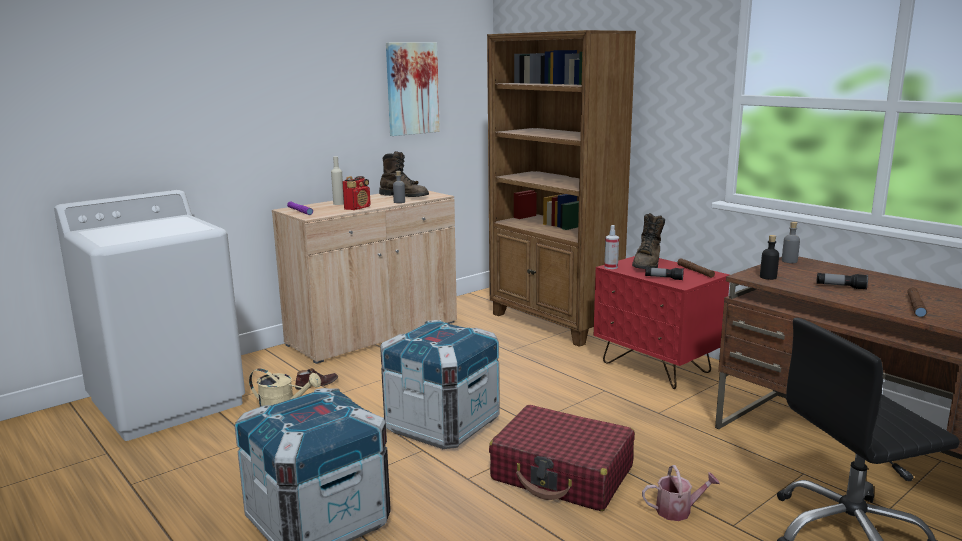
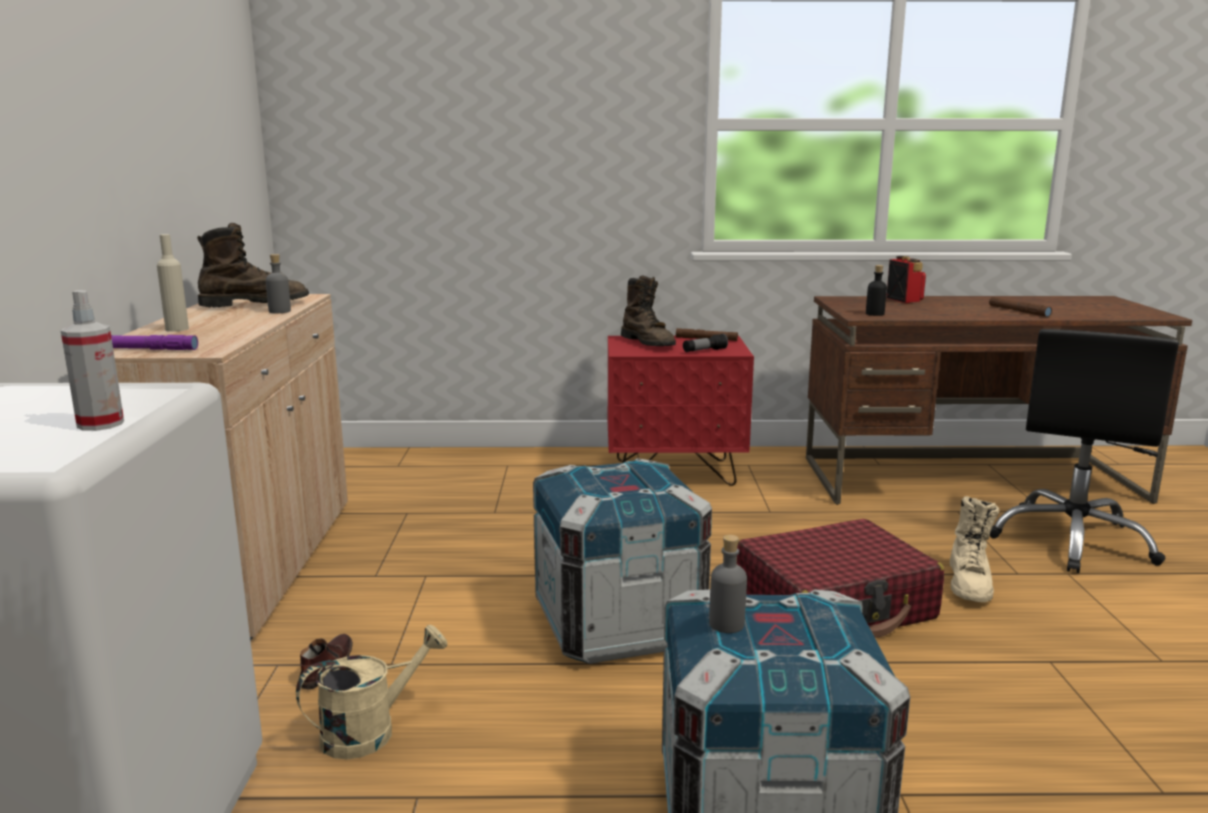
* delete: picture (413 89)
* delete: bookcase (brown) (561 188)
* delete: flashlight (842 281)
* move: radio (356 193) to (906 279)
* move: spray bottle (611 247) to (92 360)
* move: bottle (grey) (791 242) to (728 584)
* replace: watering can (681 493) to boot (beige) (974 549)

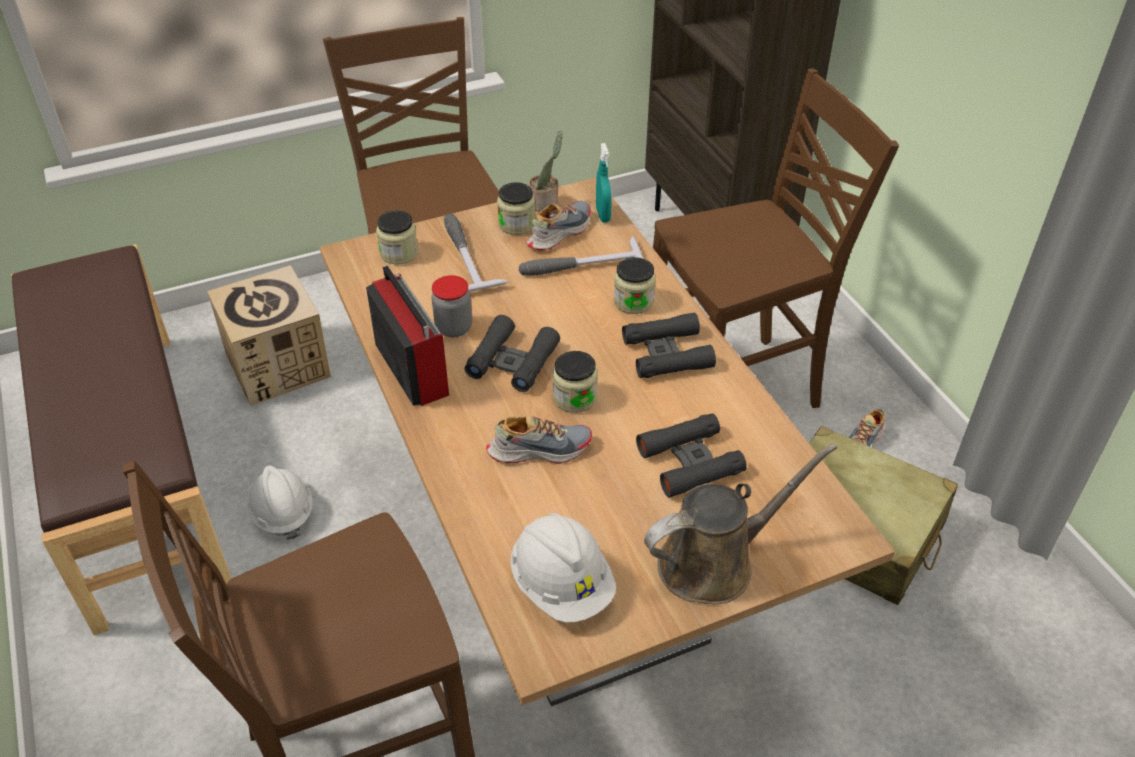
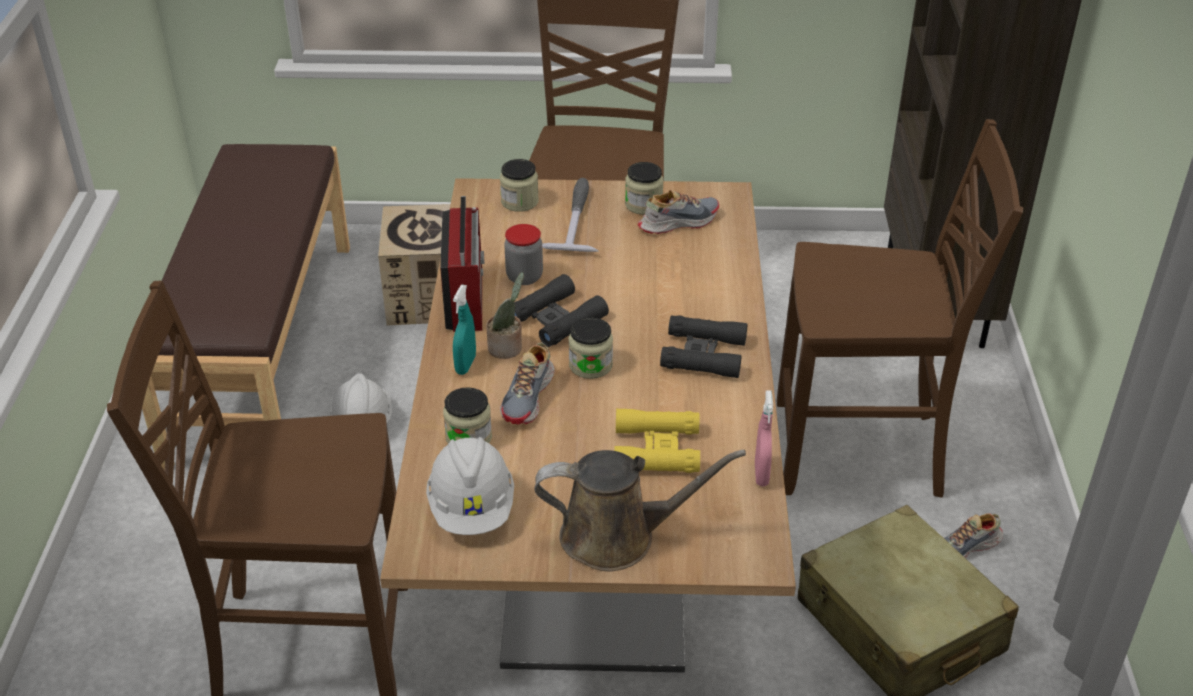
* delete: hammer (581 255)
* insert: spray bottle (pink) (764 438)
* move: potted plant (545 171) to (505 315)
* move: spray bottle (turquoise) (604 182) to (464 330)
* move: jar (634 285) to (467 415)
* recolor: binoculars (black) (691 455) to binoculars (yellow) (657 441)
* rotate: shoe (539 440) = (527 384) 90 degrees clockwise

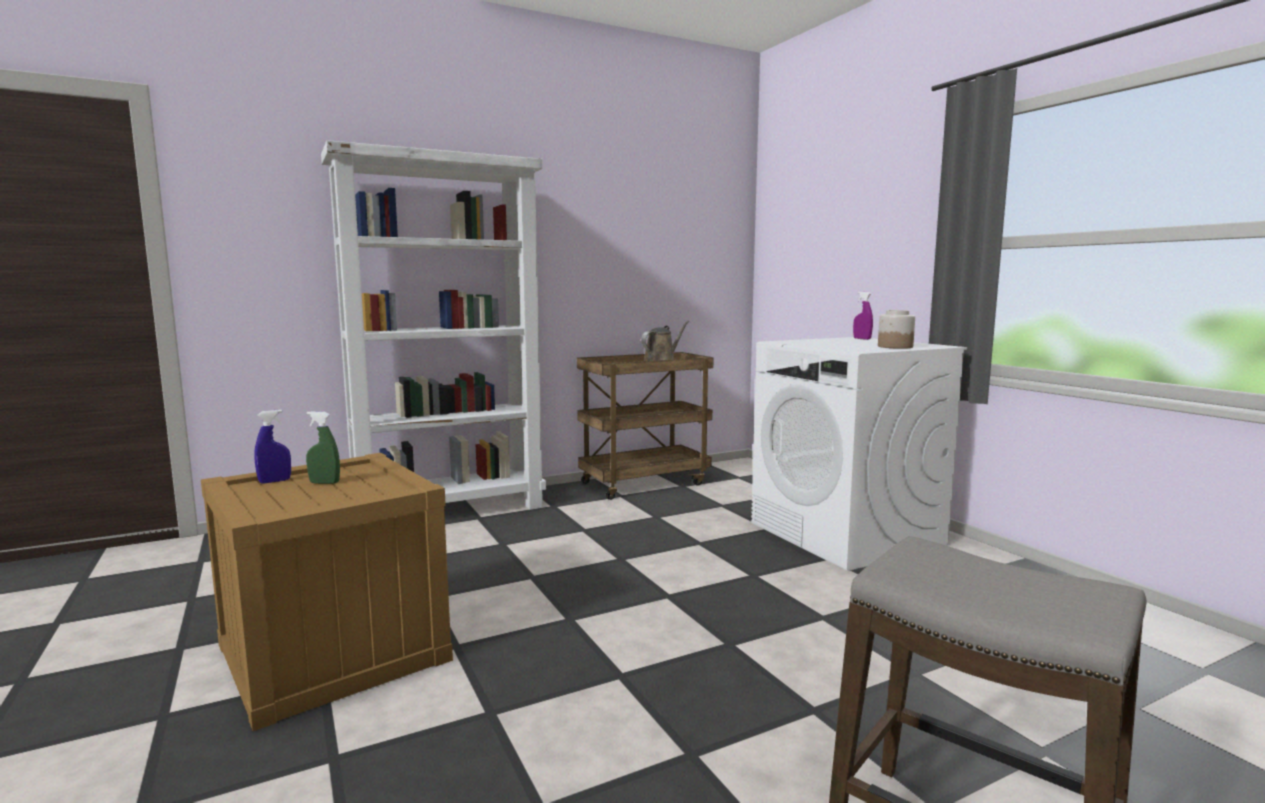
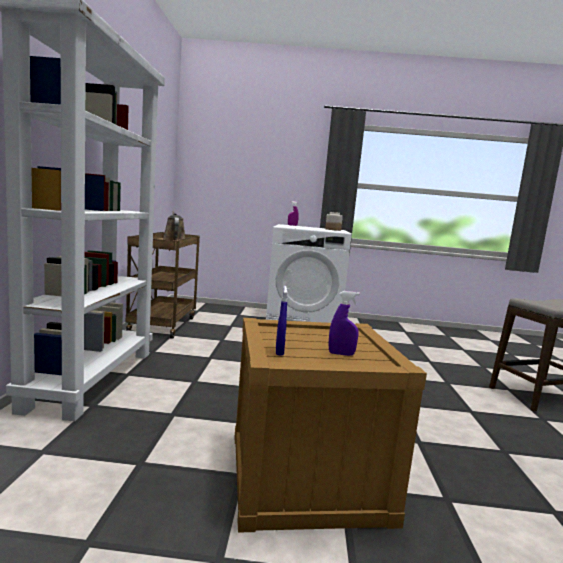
* delete: spray bottle (green) (323 447)
* insert: spray bottle (purple) (344 323)

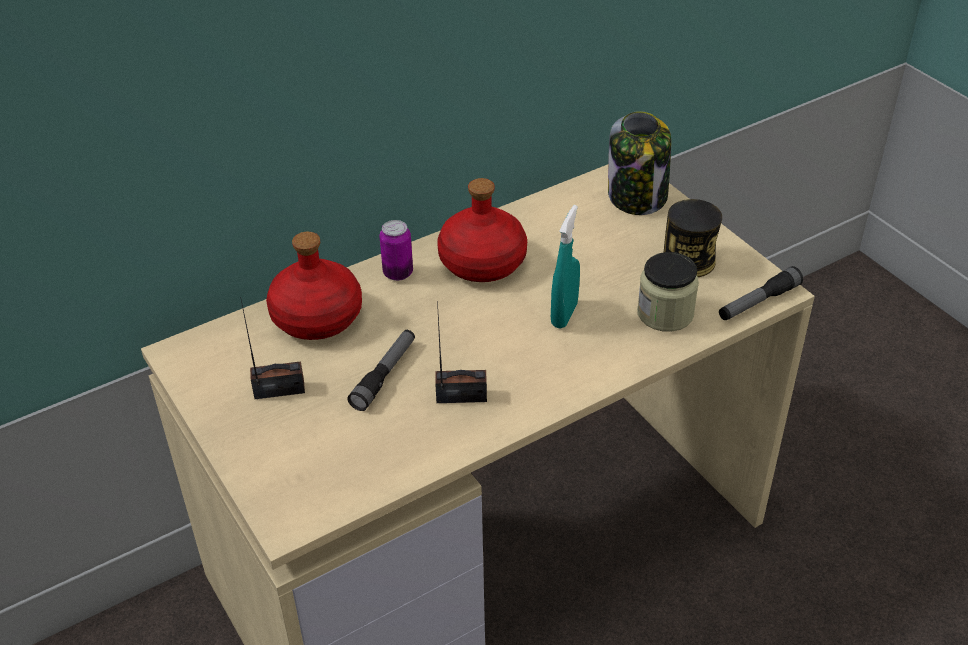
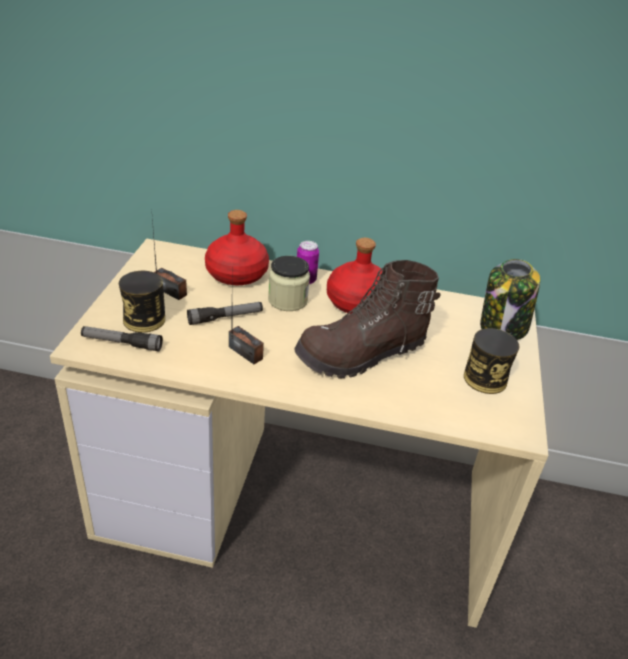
* insert: can (142 302)
* move: jar (668 292) to (289 283)
* move: flashlight (761 293) to (122 338)
* replace: spray bottle (turquoise) (565 267) to boot (brown) (367 319)

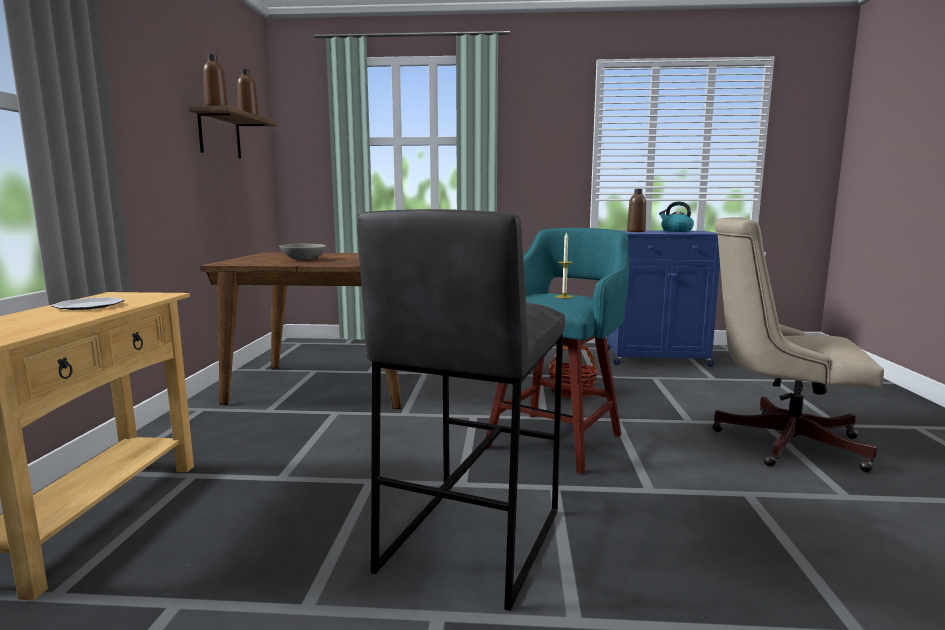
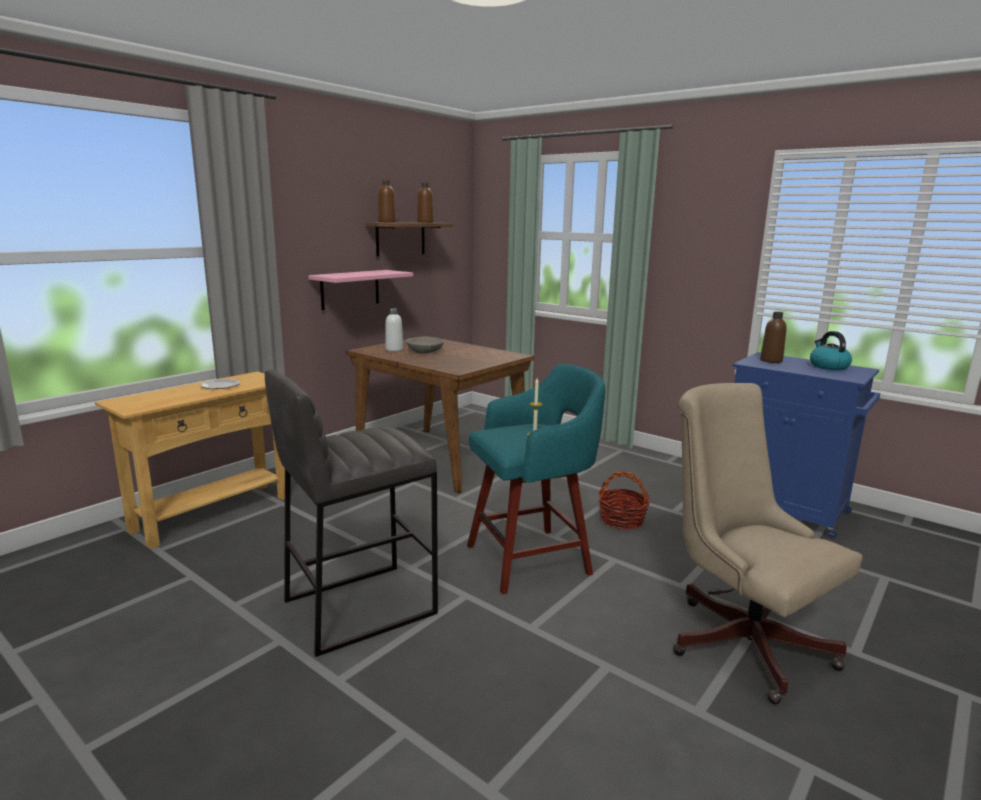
* insert: shelf (pink) (360 290)
* insert: bottle (white) (394 329)

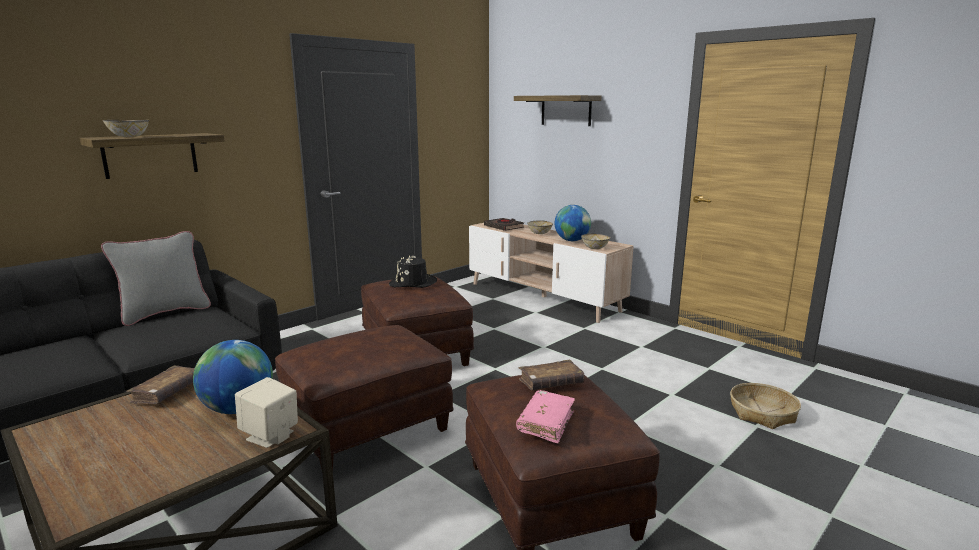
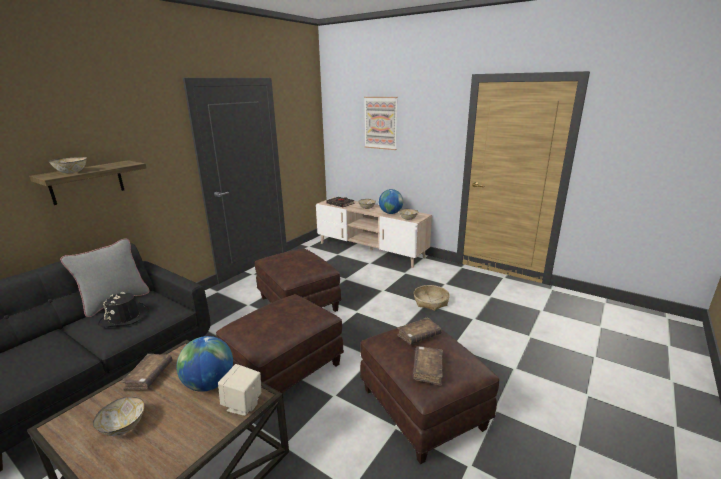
* insert: bowl (119 416)
* move: hat (black) (413 271) to (123 309)
* move: basket (765 406) to (431 298)
* replace: shelf (557 110) to picture (381 123)
* recolor: book (pink) (545 416) to book (brown) (428 366)

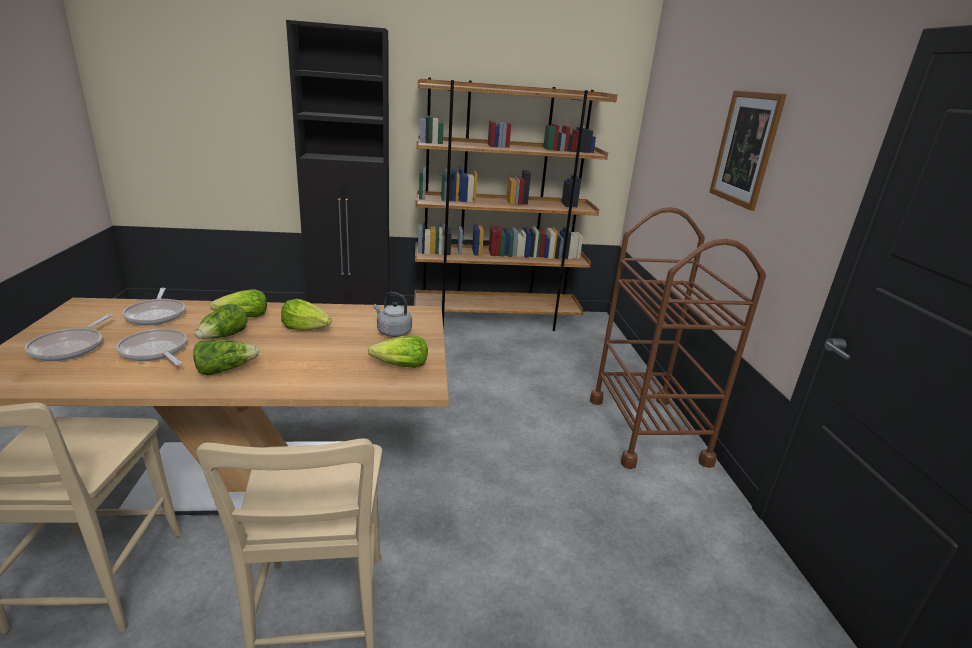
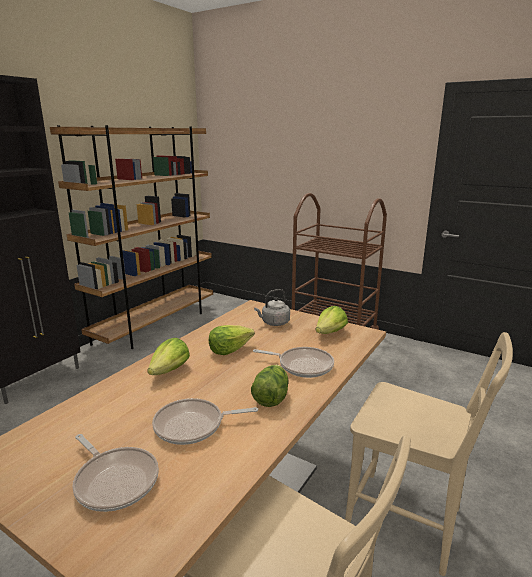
* delete: lettuce (221 321)
* delete: picture (748 150)
* move: frying pan (153 306) to (293 362)

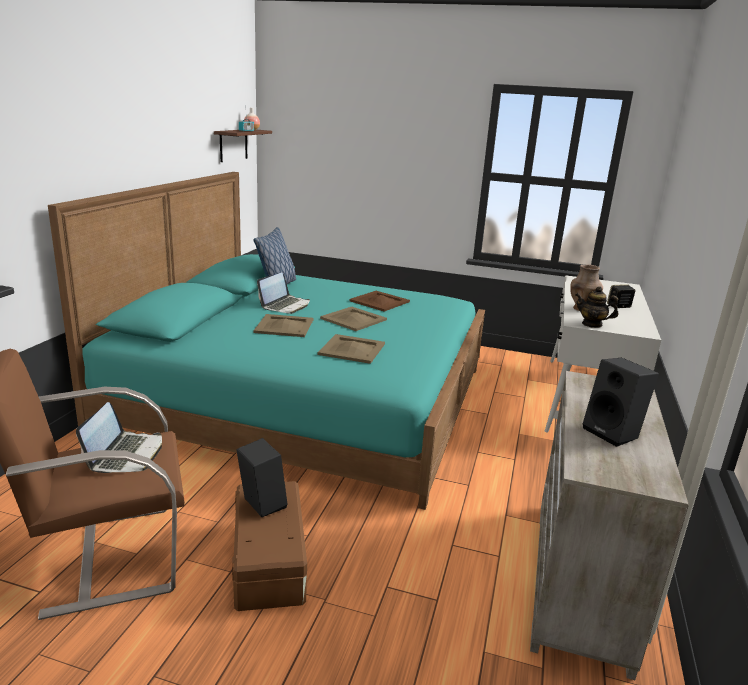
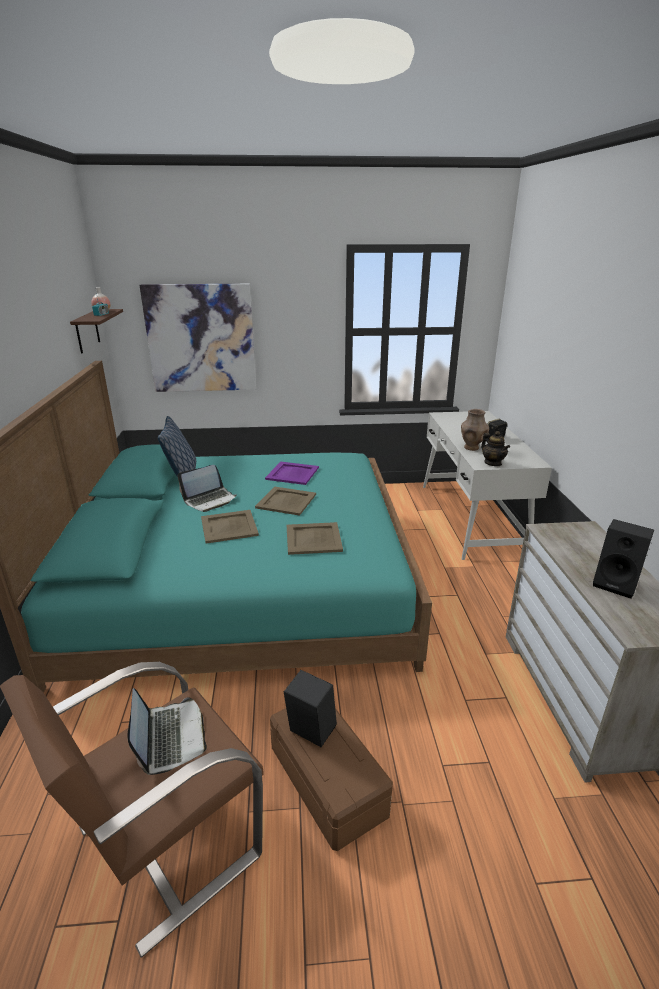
* insert: picture (197 338)
* recolor: tray (brown) (379 301) to tray (purple) (292 473)
* rotate: laptop (283 293) = (207 488) 45 degrees clockwise
* rotate: teapot (597 307) = (495 448) 120 degrees counterclockwise

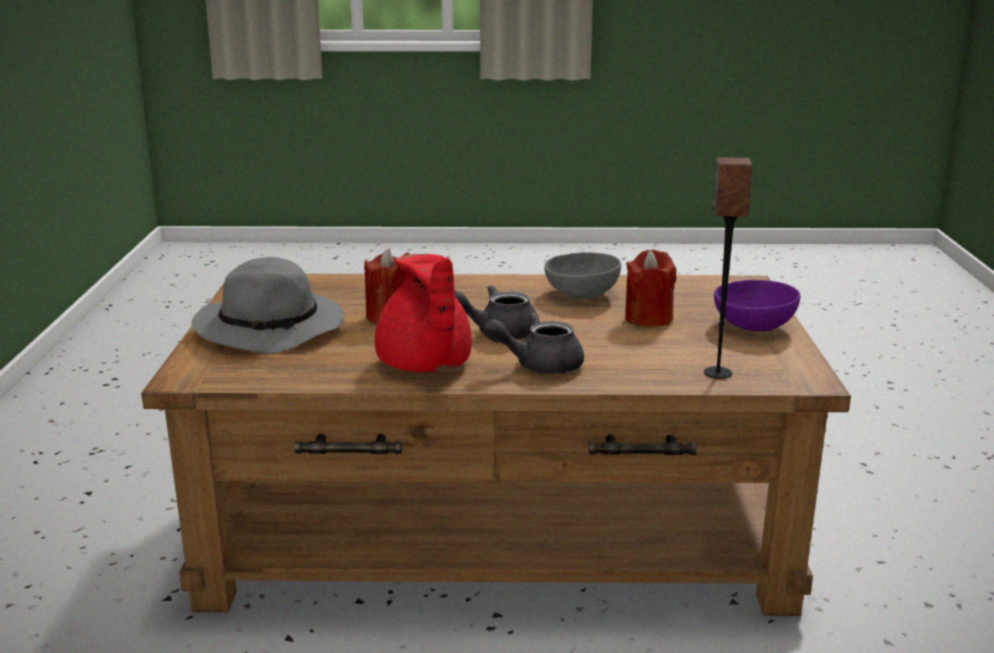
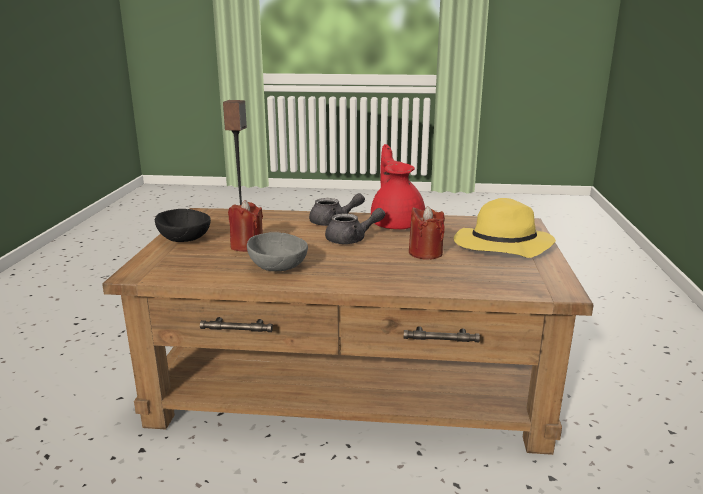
* recolor: hat (grey) (267 305) to hat (yellow) (505 228)
* recolor: bowl (purple) (757 306) to bowl (black) (183 225)

